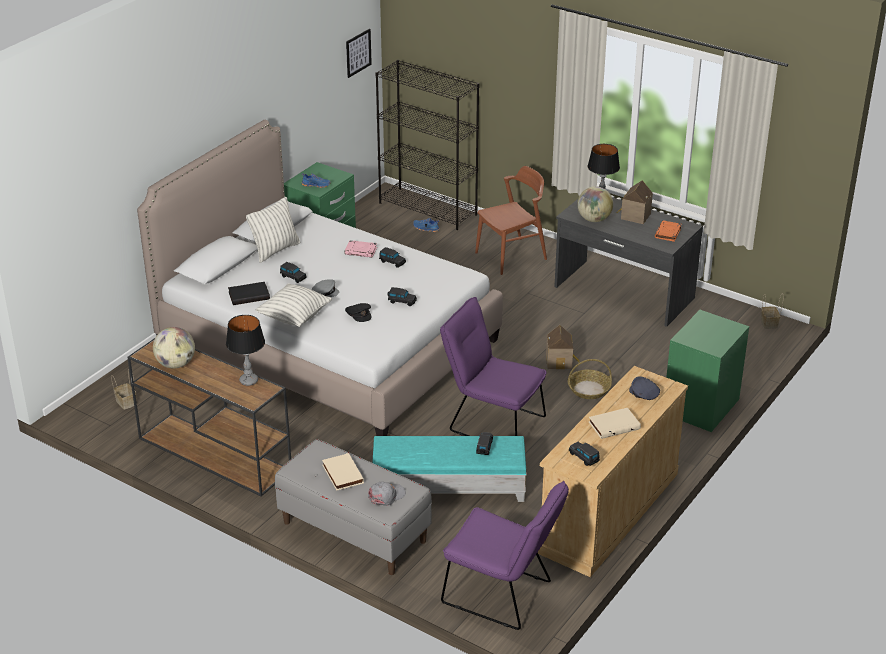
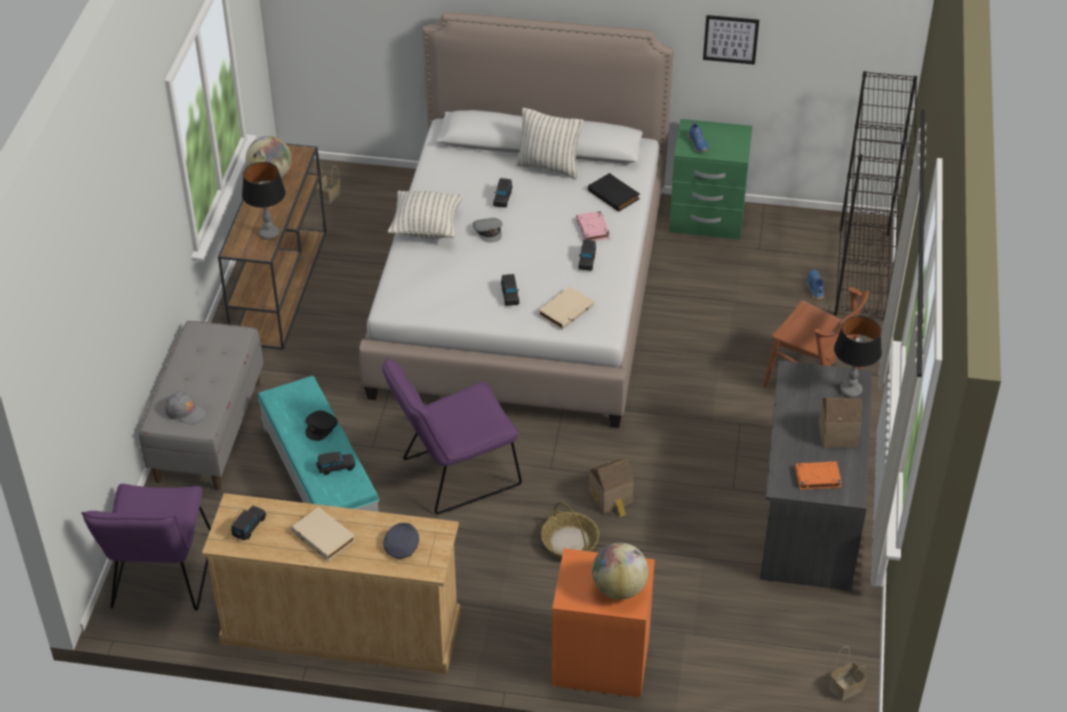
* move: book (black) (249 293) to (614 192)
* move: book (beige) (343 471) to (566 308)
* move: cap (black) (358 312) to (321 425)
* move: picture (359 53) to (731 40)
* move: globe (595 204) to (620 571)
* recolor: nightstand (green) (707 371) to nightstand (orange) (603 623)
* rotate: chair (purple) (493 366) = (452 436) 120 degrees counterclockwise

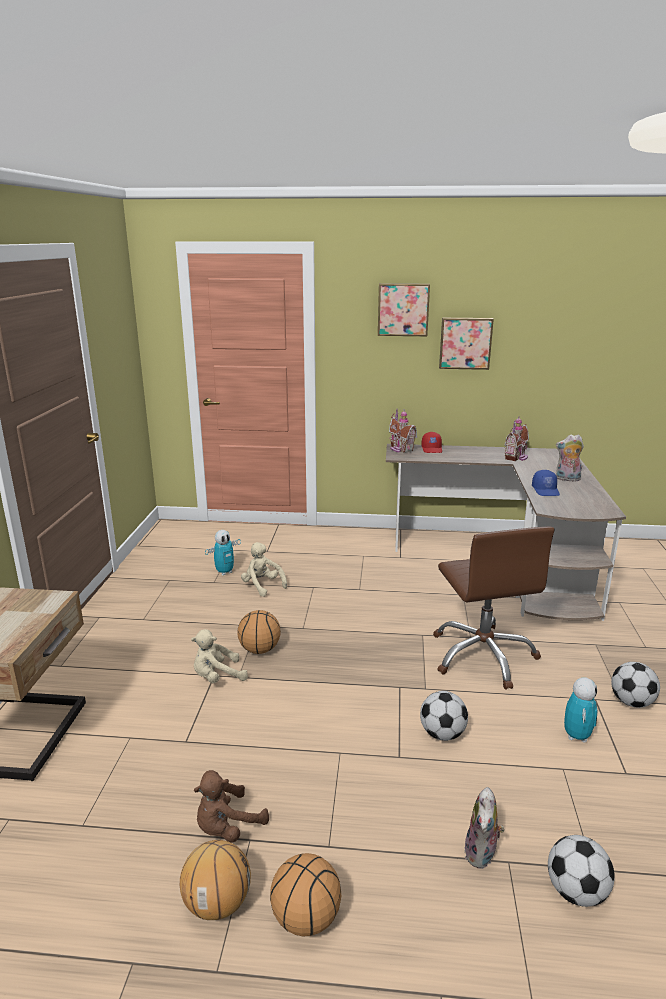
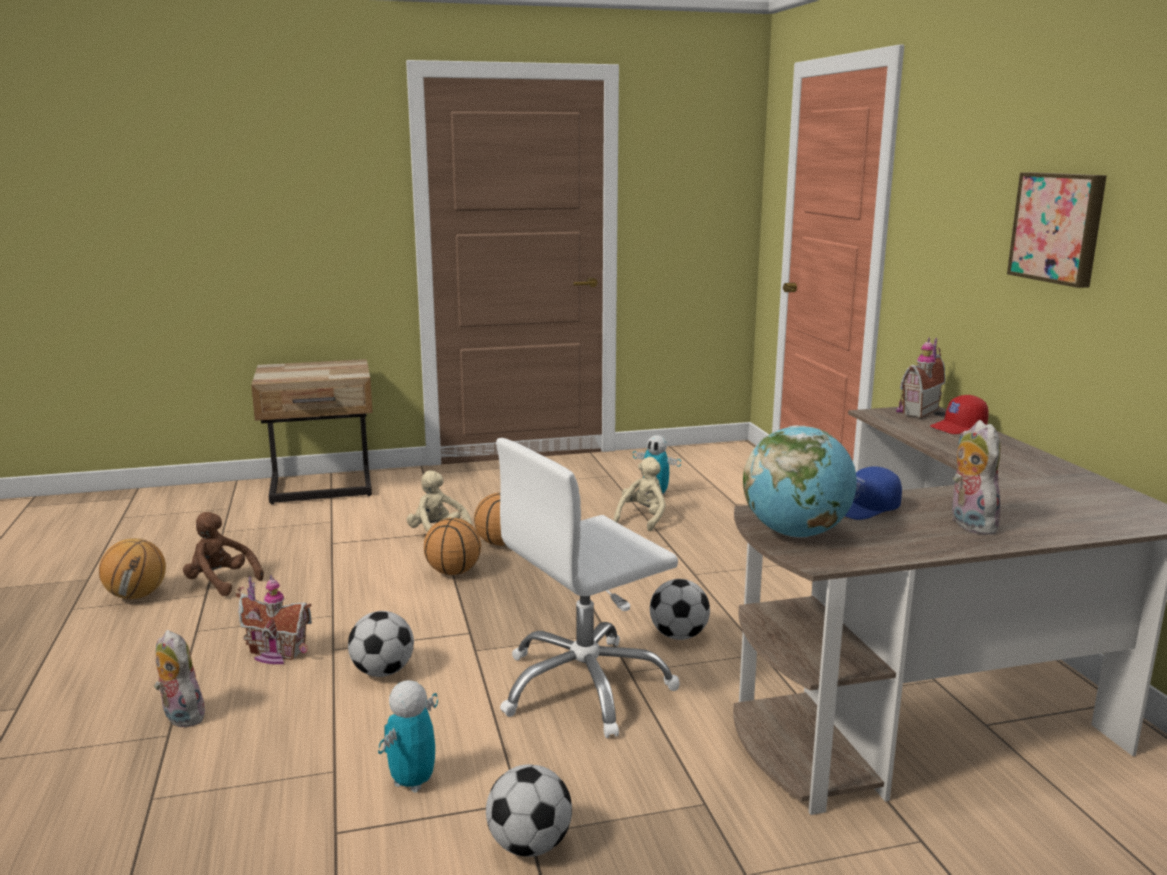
* delete: picture (404 309)
* insert: globe (800 481)
* move: basketball (305 895) to (452 546)
* move: toy house (516 439) to (274 619)
* move: football (581 871) to (680 609)
* recolor: office chair (brown) (494 608) to office chair (white) (588 588)
* rotate: plush toy (484 828) = (179 678) 45 degrees clockwise
* rotate: toy robot (581 709) = (408 736) 120 degrees clockwise

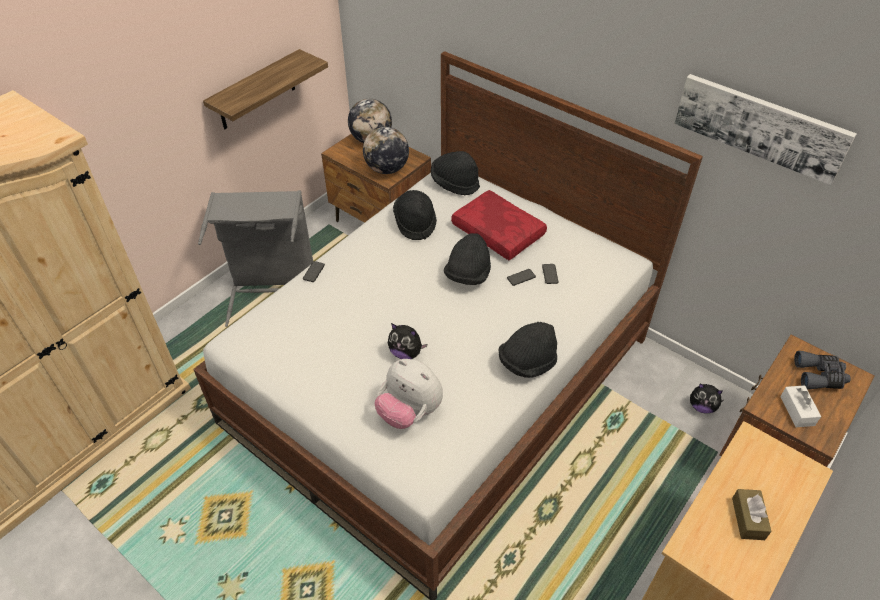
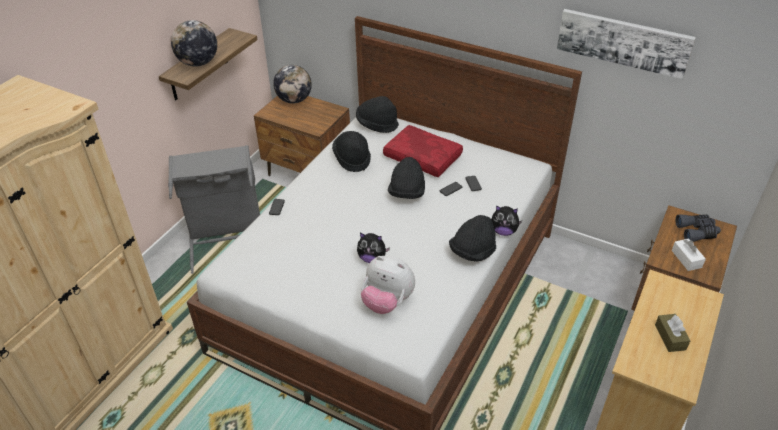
* move: globe (386 150) to (194 43)
* move: plush toy (706 398) to (506 220)

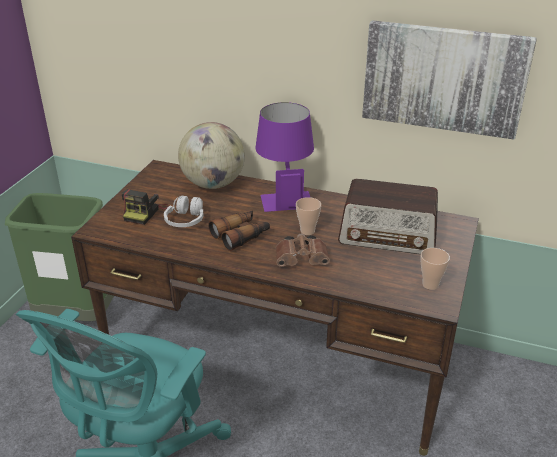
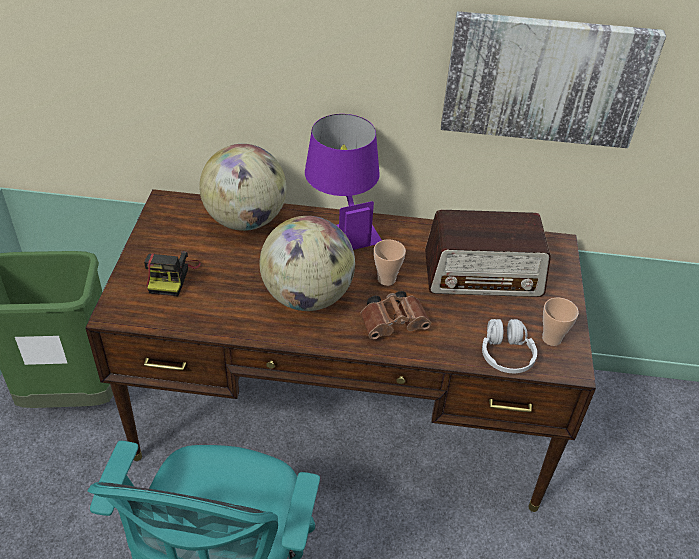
* move: headphones (white) (184 211) to (509 346)
* replace: binoculars (239 231) to globe (307 263)

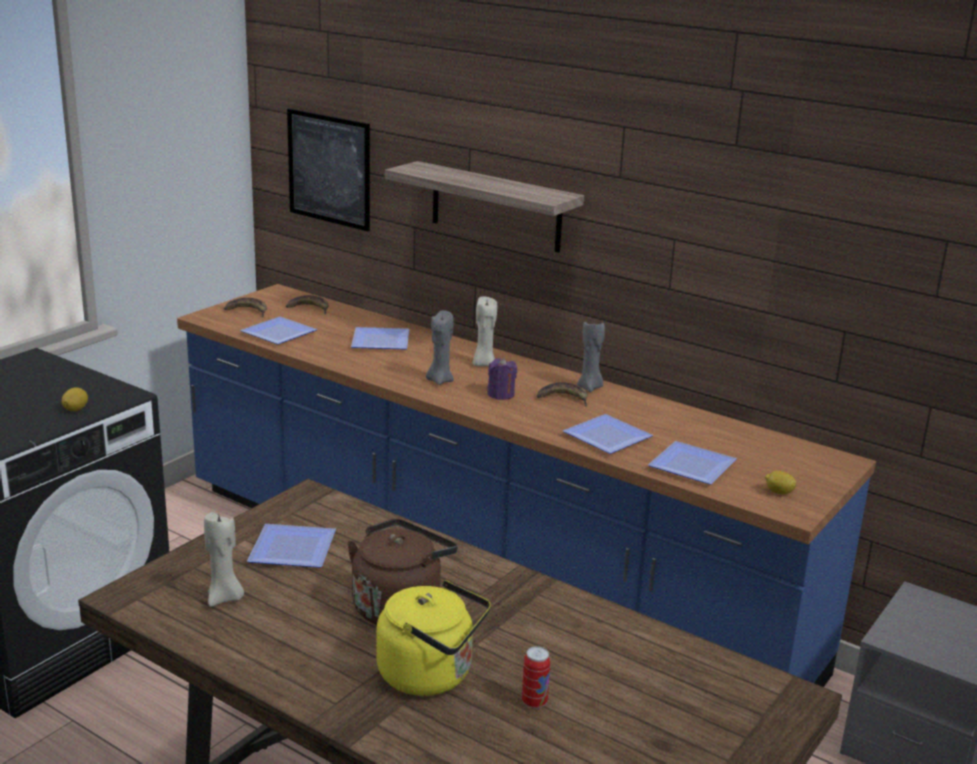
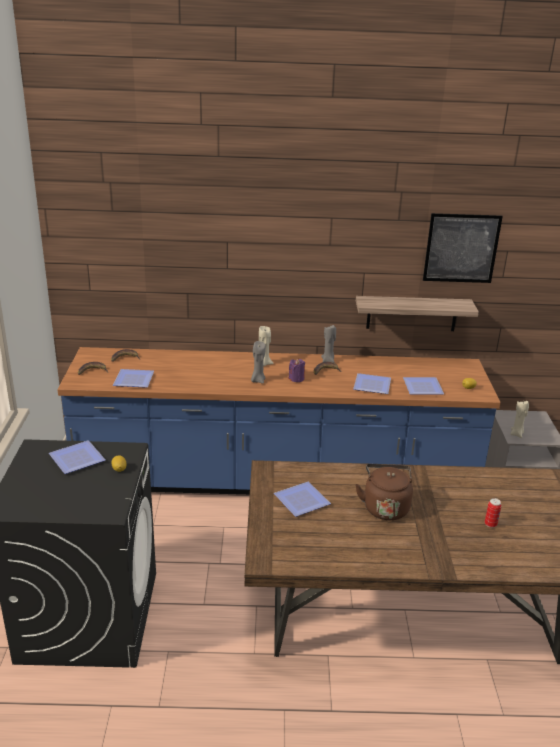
* delete: kettle (yellow) (433 638)
* move: candle (beige) (224 559) to (520 419)
* move: picture (328 170) to (463 248)
* move: plate (380 338) to (77 457)
* move: shelf (484 207) to (417 313)

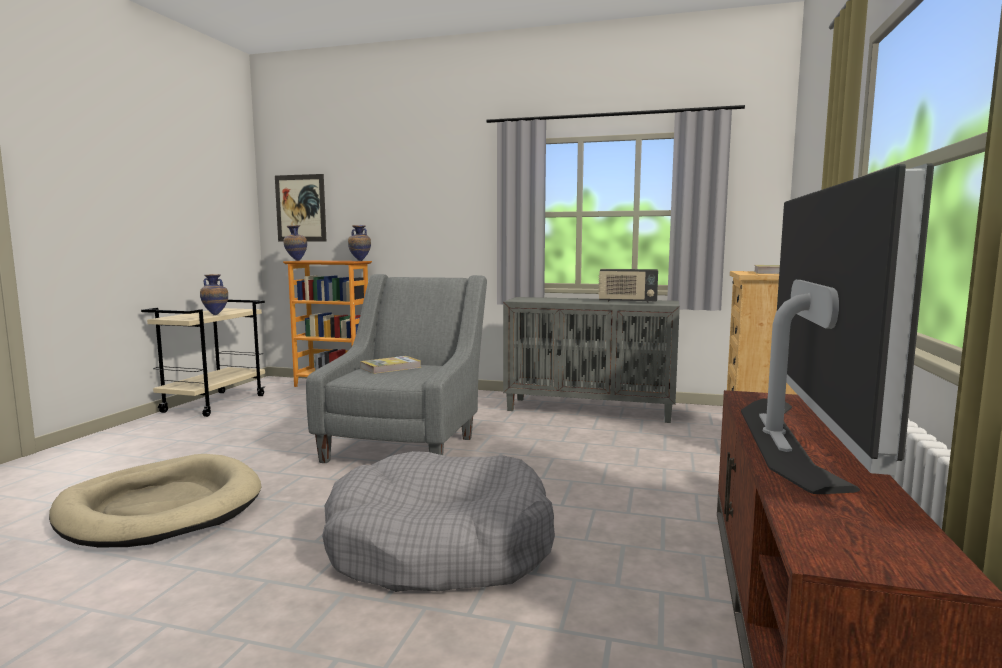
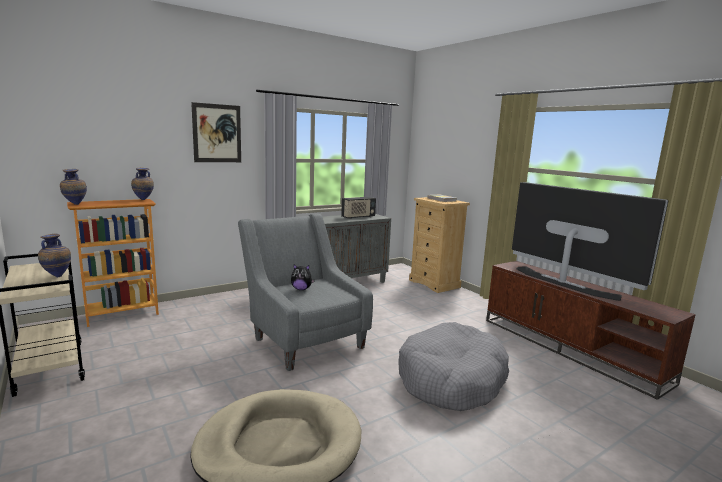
* move: picture (301 208) to (216 132)
* replace: book (390 365) to plush toy (303 277)

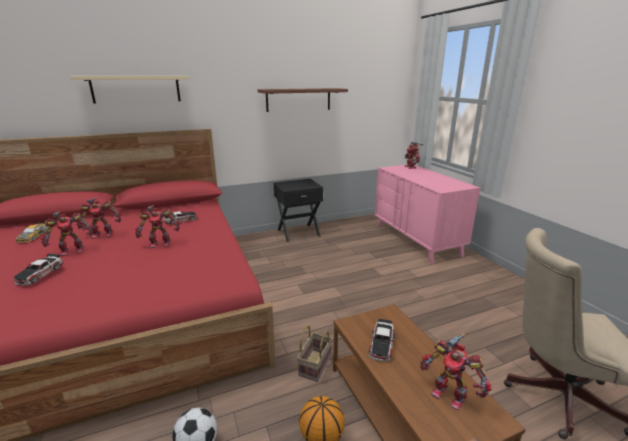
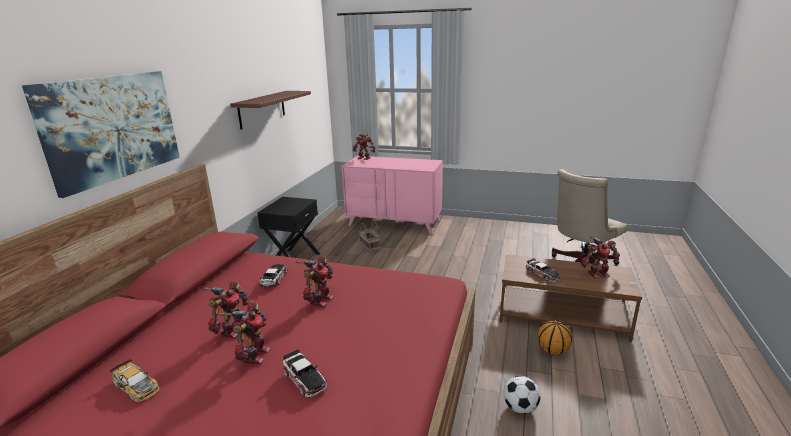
* move: basket (314 353) to (370 236)
* replace: shelf (beige) (130 89) to picture (101 134)

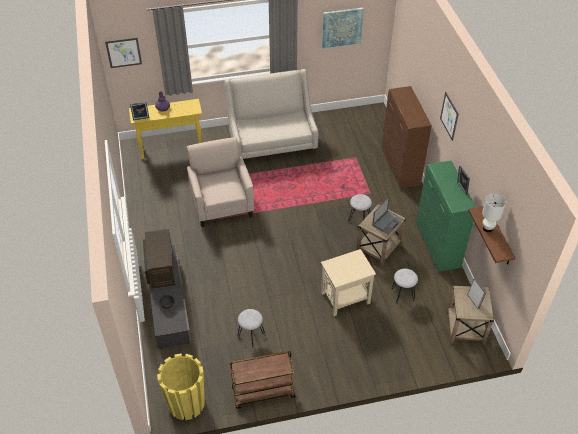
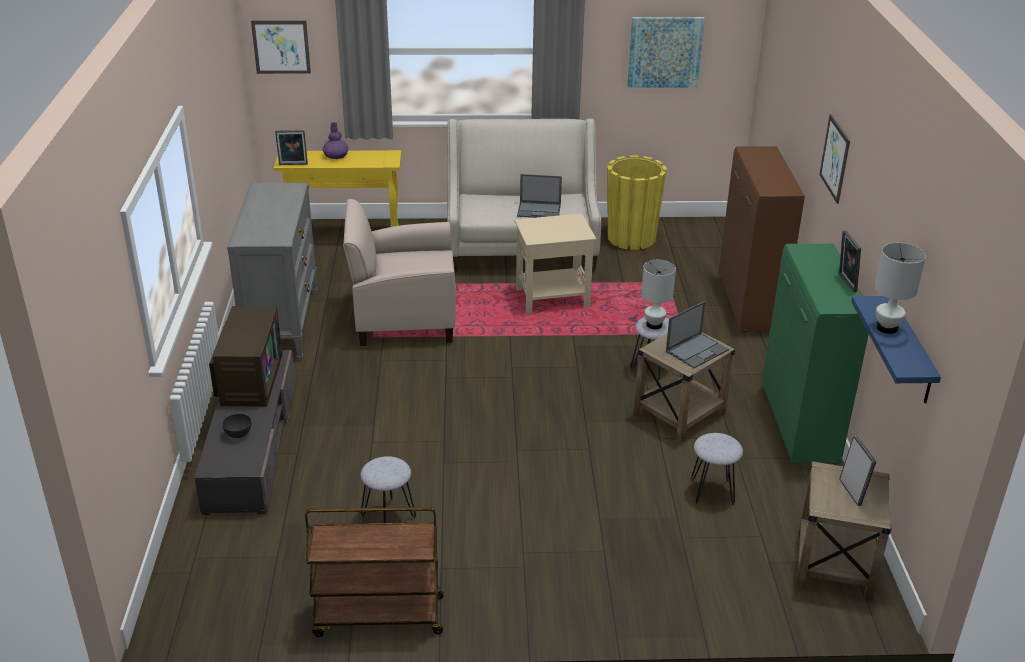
* insert: dresser (grey) (272 271)
* insert: laptop (539 196)
* insert: table lamp (white) (658 294)
* move: planter (yellow) (181 387) to (637 202)
* move: side table (beige) (348 282) to (556 264)
* recolor: shelf (brown) (491 235) to shelf (blue) (896 349)
* rotate: armchair (beige) (220 182) = (399 272) 90 degrees counterclockwise

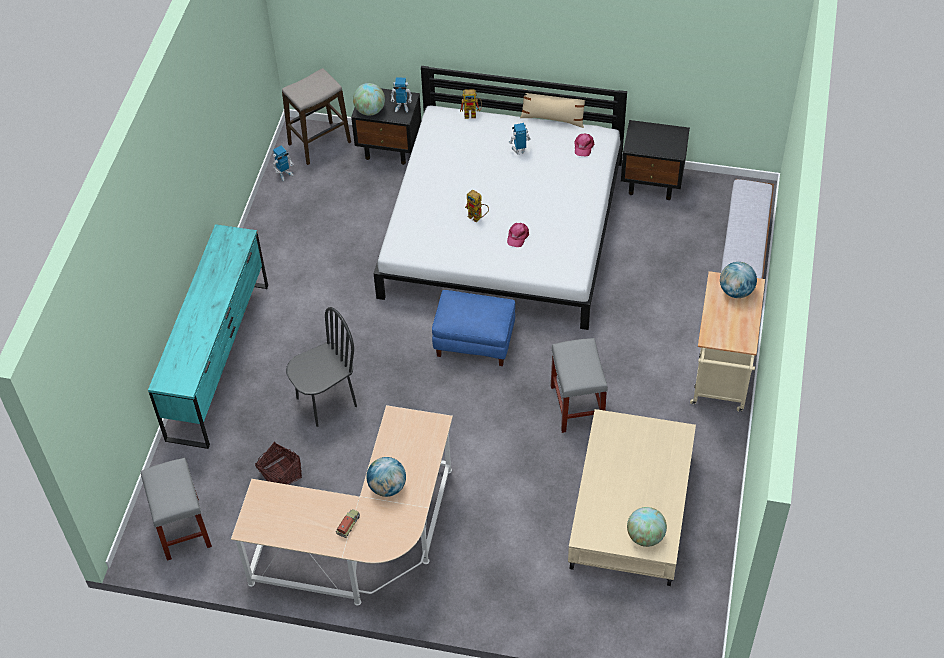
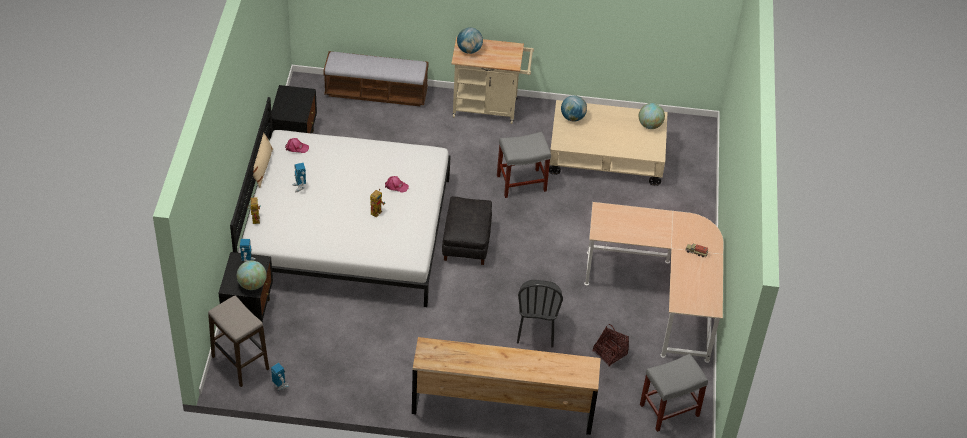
* move: globe (386 477) to (574 108)
* recolor: dresser (turquoise) (208 336) to dresser (brown) (506 386)
* recolor: ottoman (blue) (473 328) to ottoman (black) (467 230)
* rotate: chair (black) (321 367) = (540 314) 135 degrees counterclockwise

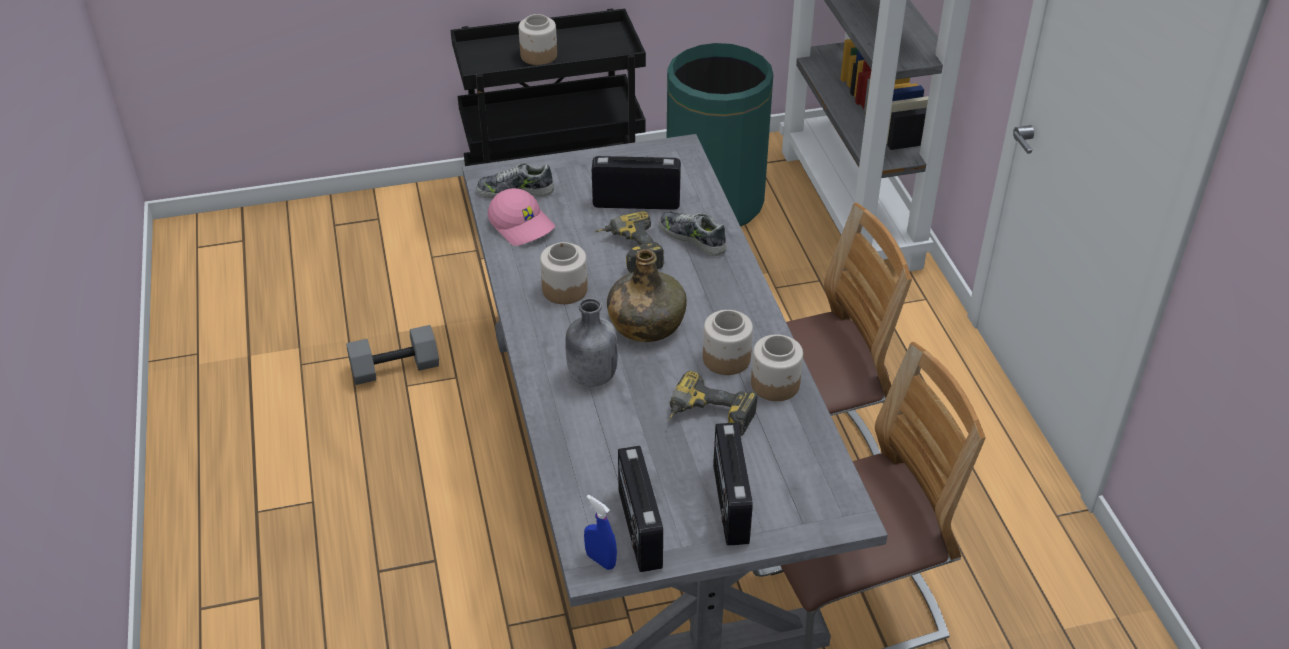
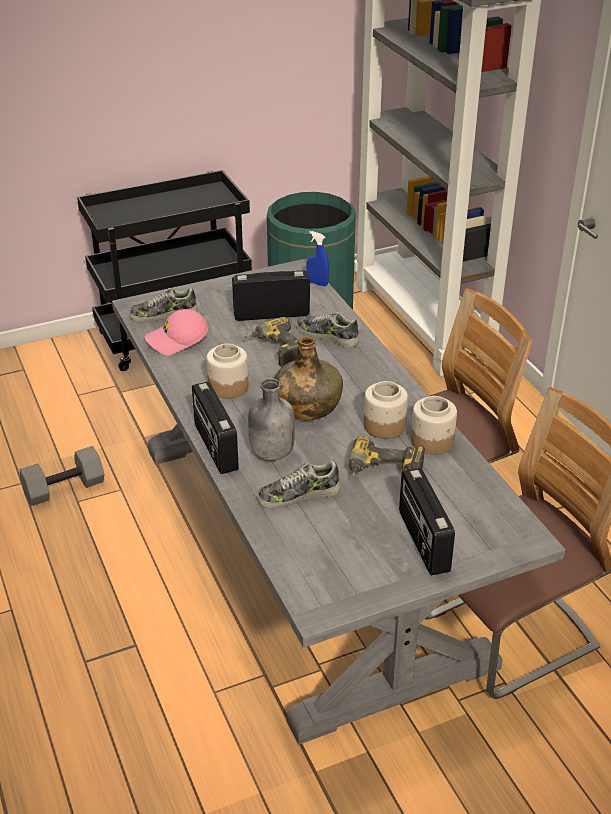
* delete: jar (538 39)
* insert: shoe (299 484)
* move: spray bottle (blue) (600 532) to (318 258)
* move: radio (640 509) to (215 427)
* rotate: cap (pink) (521 217) = (177 332) 120 degrees clockwise

